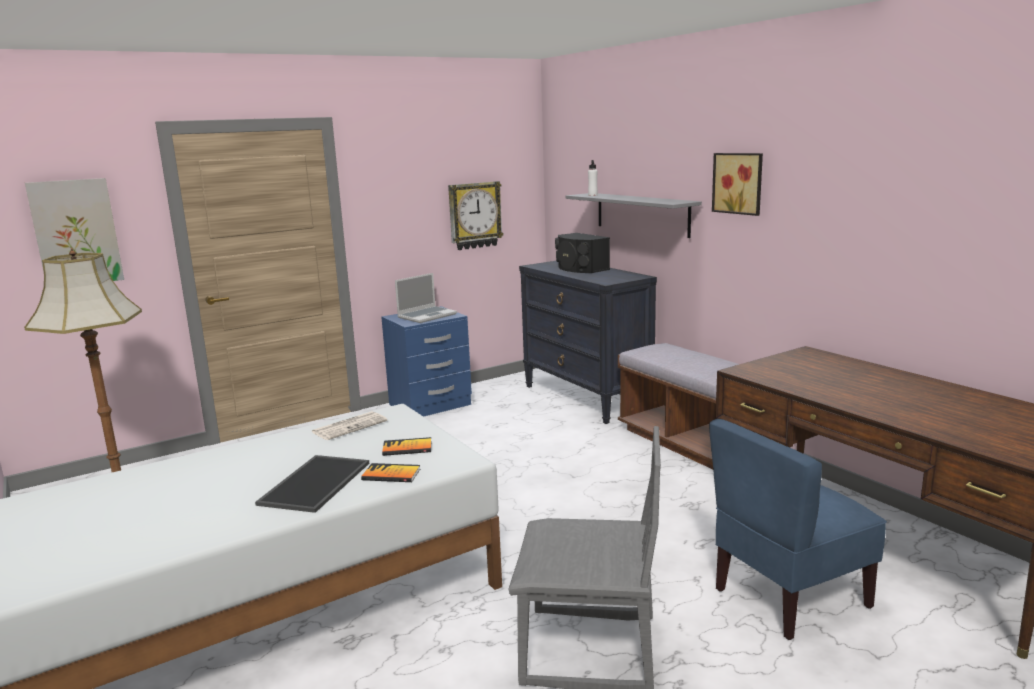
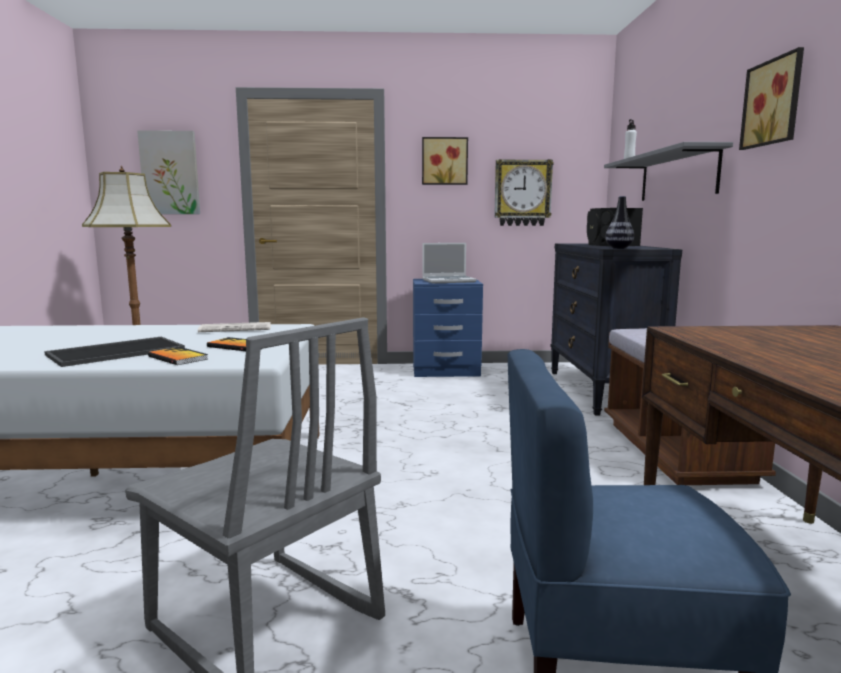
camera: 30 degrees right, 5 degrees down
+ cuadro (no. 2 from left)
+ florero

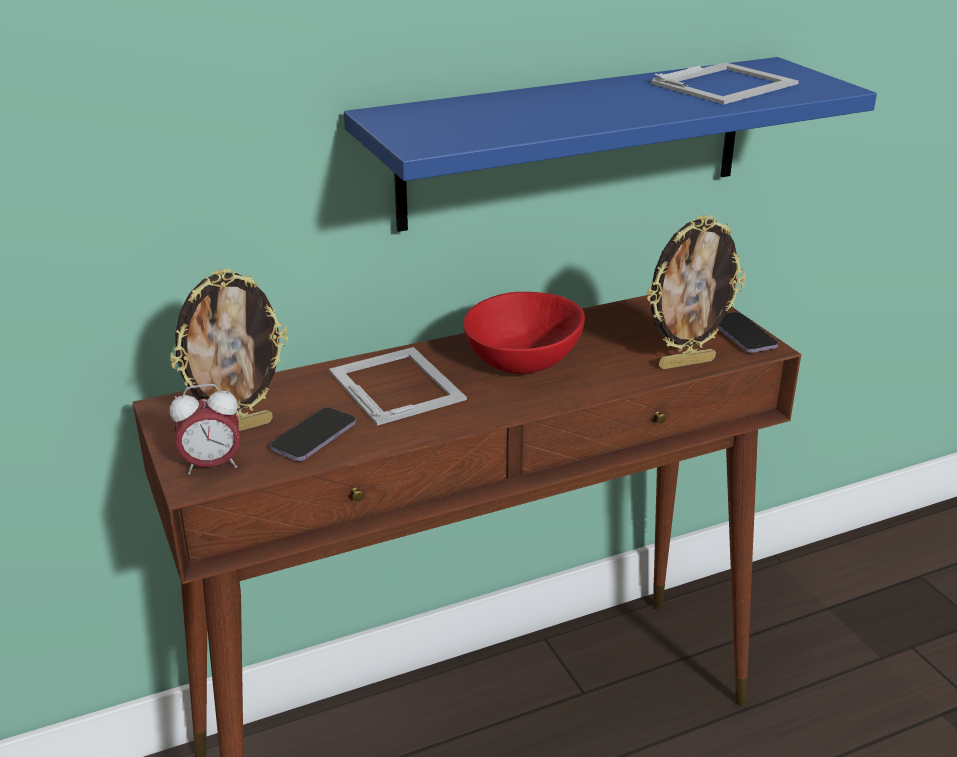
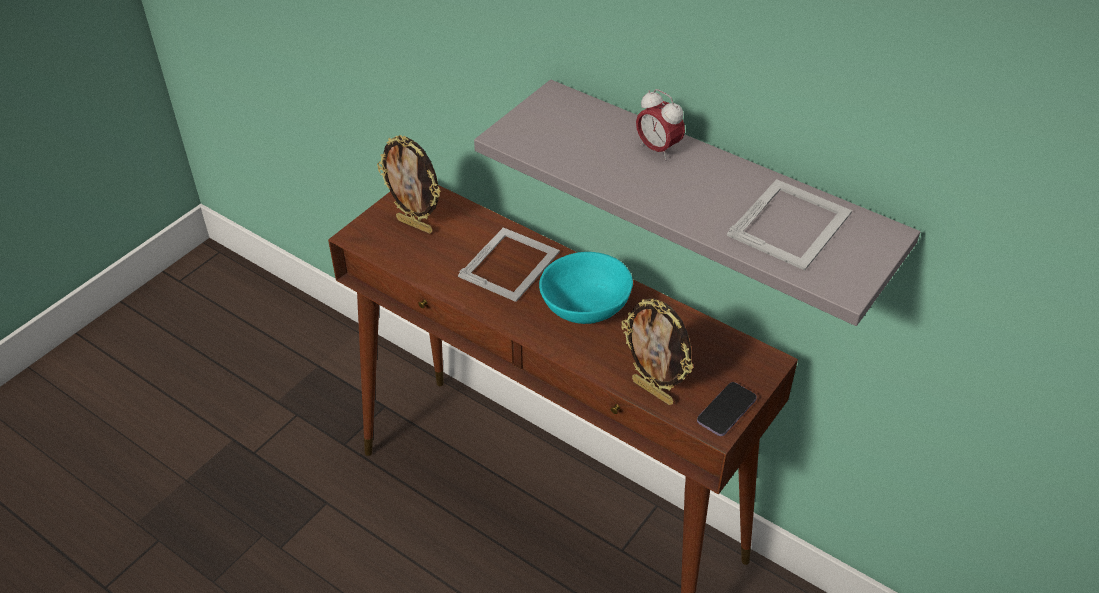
camera: 60 degrees right, 15 degrees up
- móvil (no. 1 from left)
~ despertador
~ estante [azul] to estante [gris]
~ cuenco [rojo] to cuenco [turquesa]
~ portarretratos (no. 4 from left) 75 degrees counterclockwise

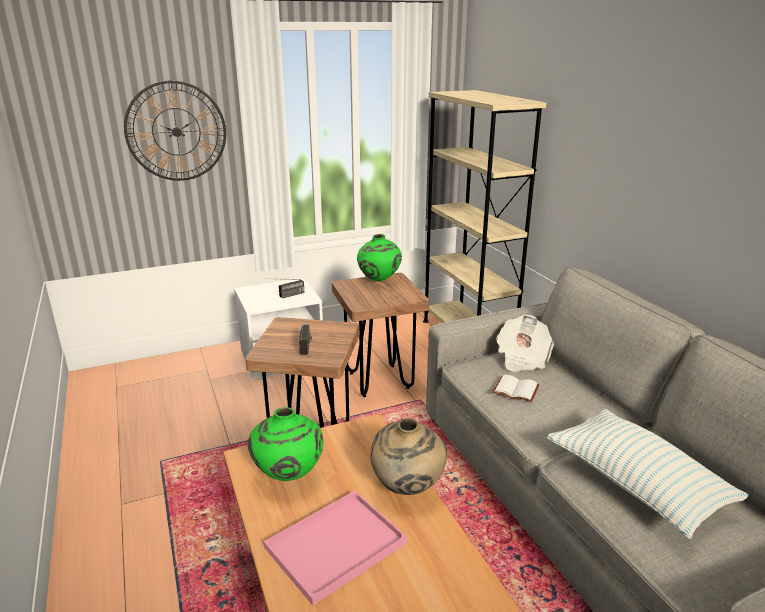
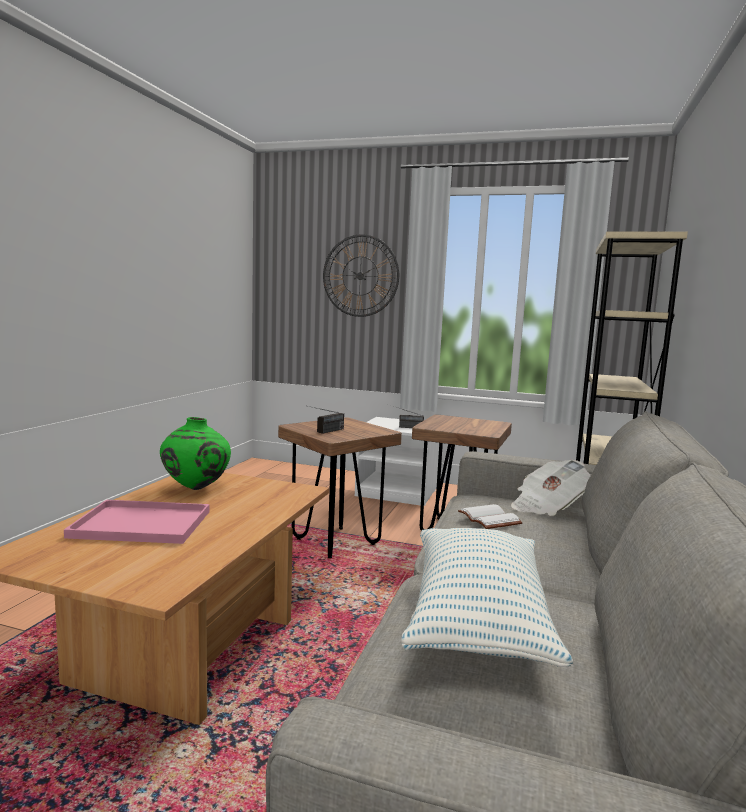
camera: 40 degrees right, 15 degrees down
- florero [verde] (no. 2 from left)
- florero [beis]

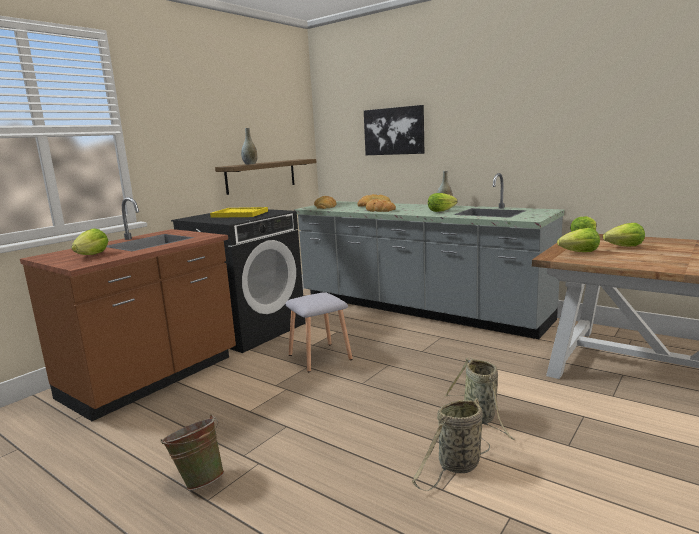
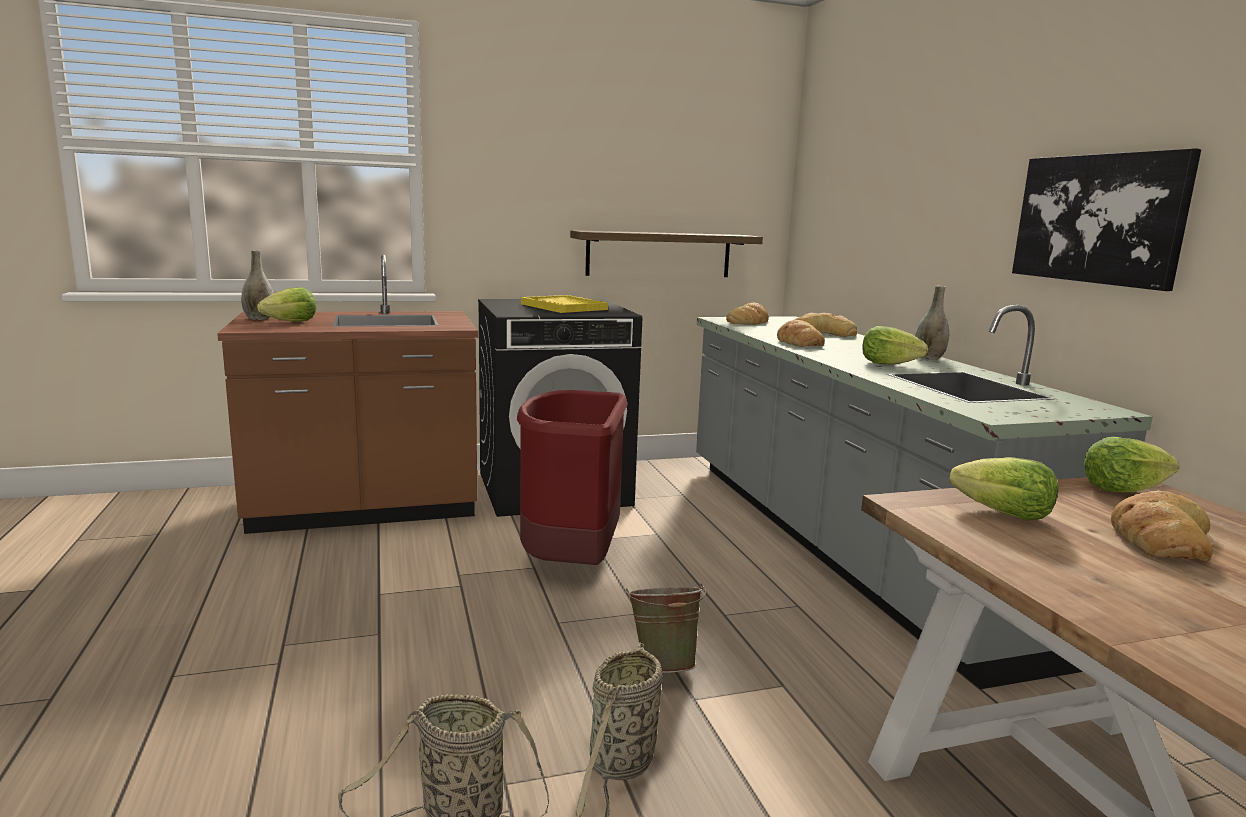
camera: 35 degrees right, 0 degrees up
~ cubo [verde]
~ florero [gris] (no. 1 from left)
~ cuadro
~ taburete [gris] to papelera [rojo]
~ lechuga (no. 5 from left) to pan (no. 4 from left)

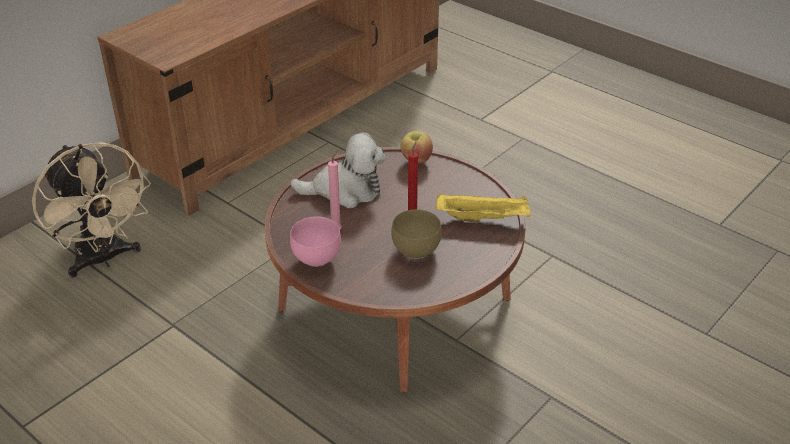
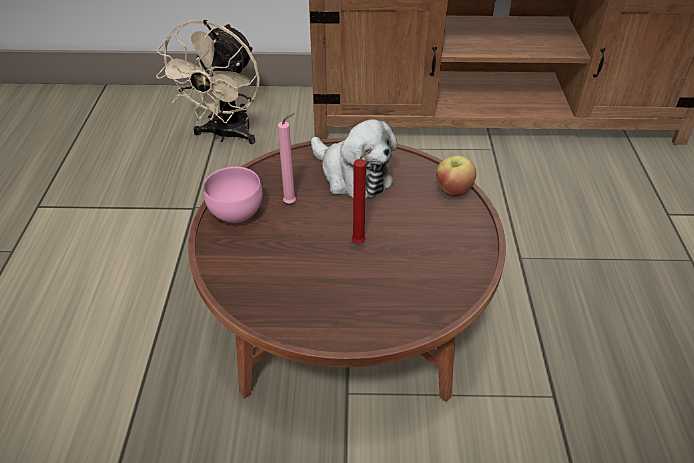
camera: 50 degrees right, 5 degrees up
- cuenco [marrón]
- bandeja [amarillo]

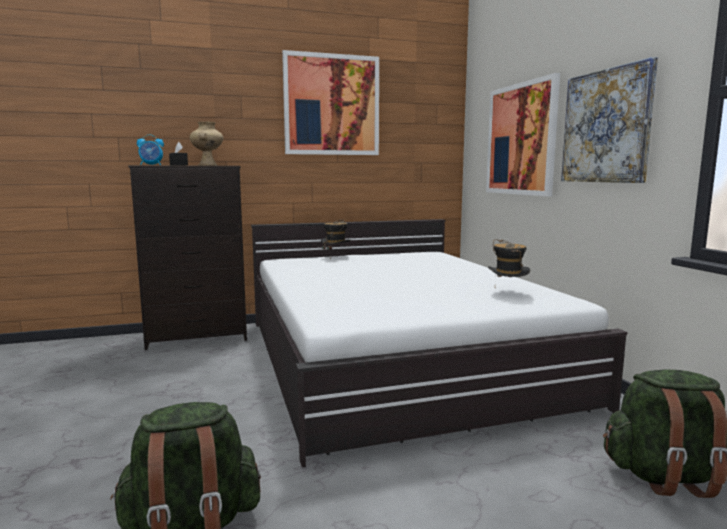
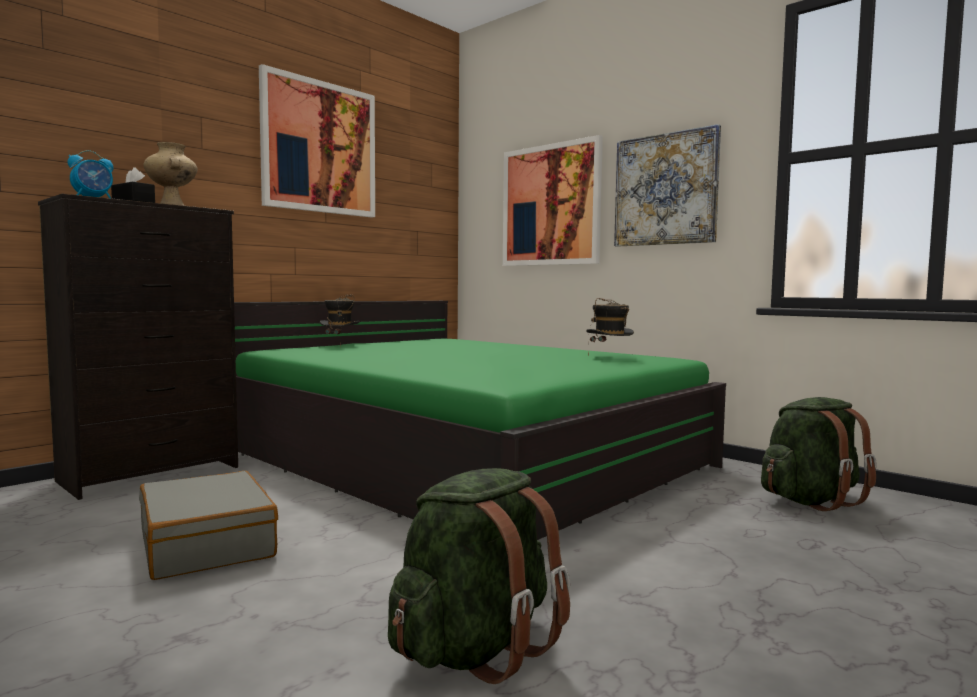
camera: 30 degrees left, 5 degrees down
+ maleta [gris]
~ cama [blanco] to cama [verde]

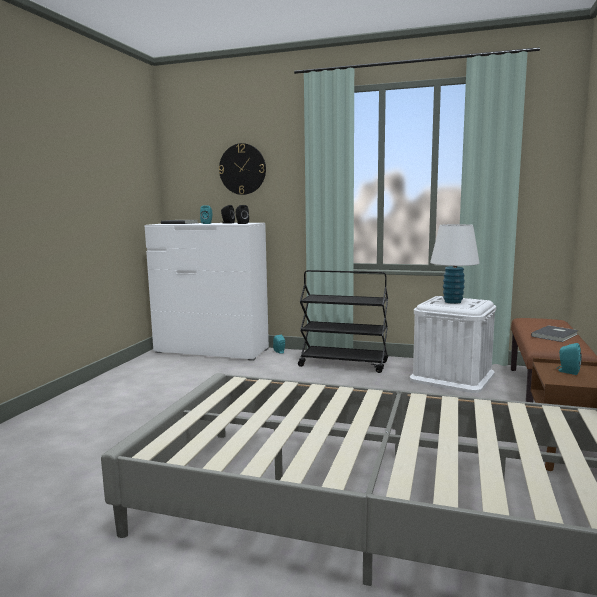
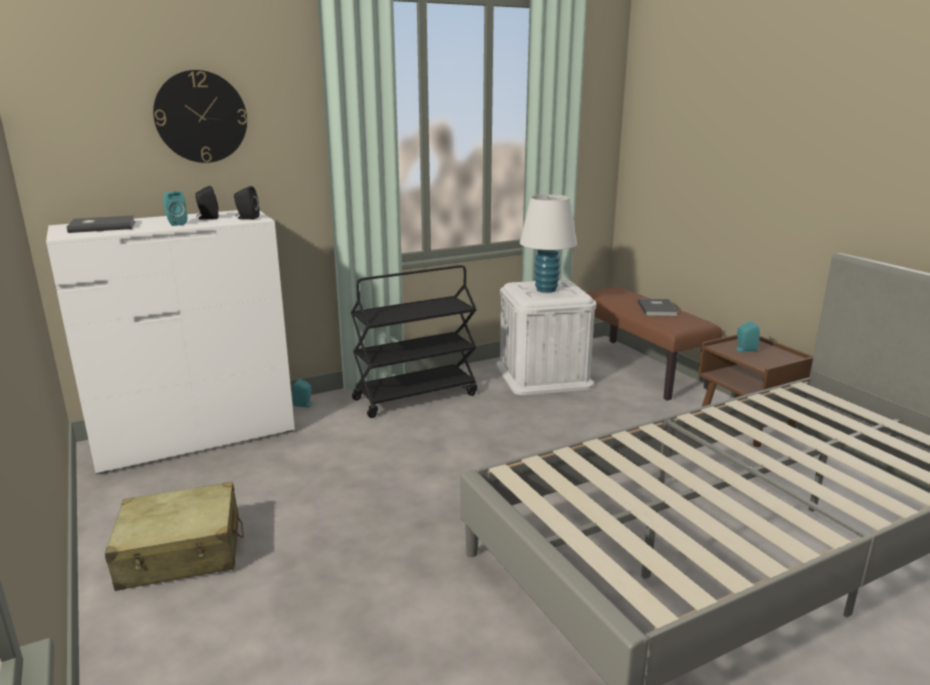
camera: 45 degrees left, 10 degrees up
+ maleta [beis]

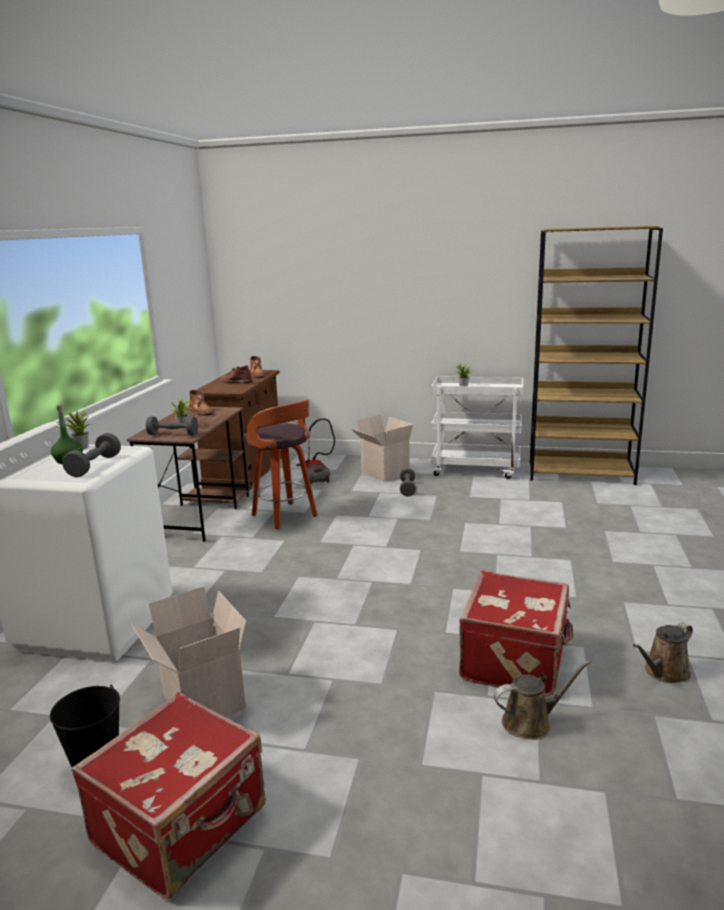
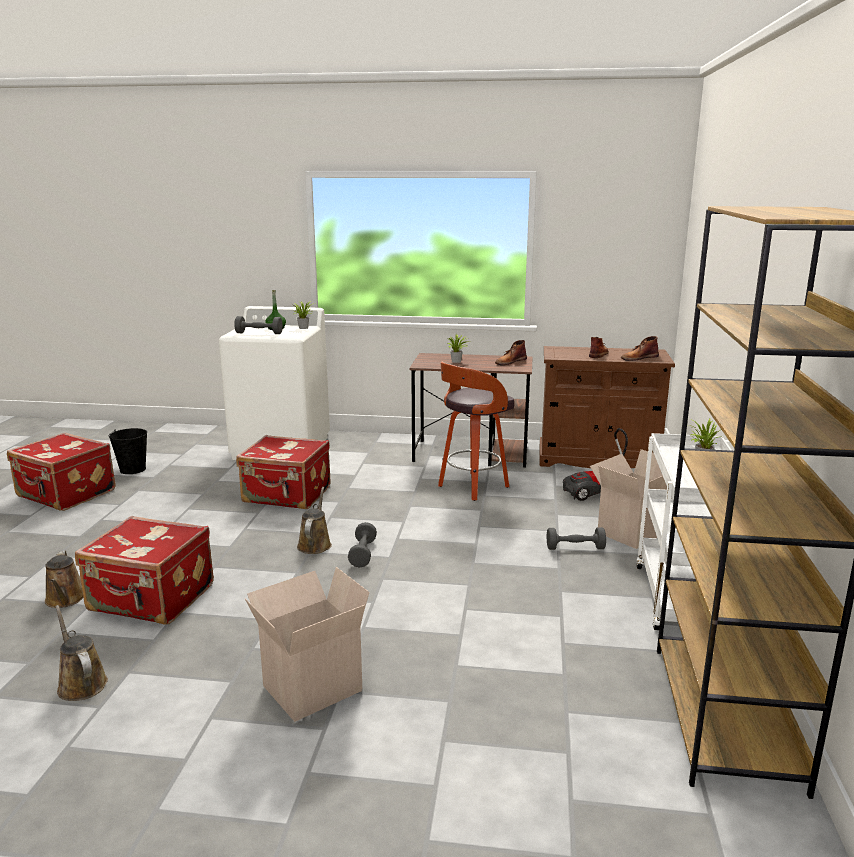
camera: 85 degrees right, 0 degrees up
+ maleta [rojo] (no. 3 from left)
+ regadera [marrón] (no. 3 from left)
~ caja de cartón (no. 1 from left)
~ mancuerna [gris] (no. 2 from left)

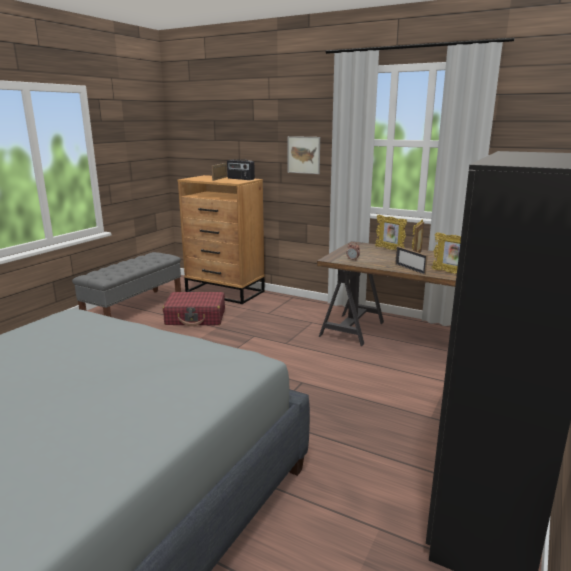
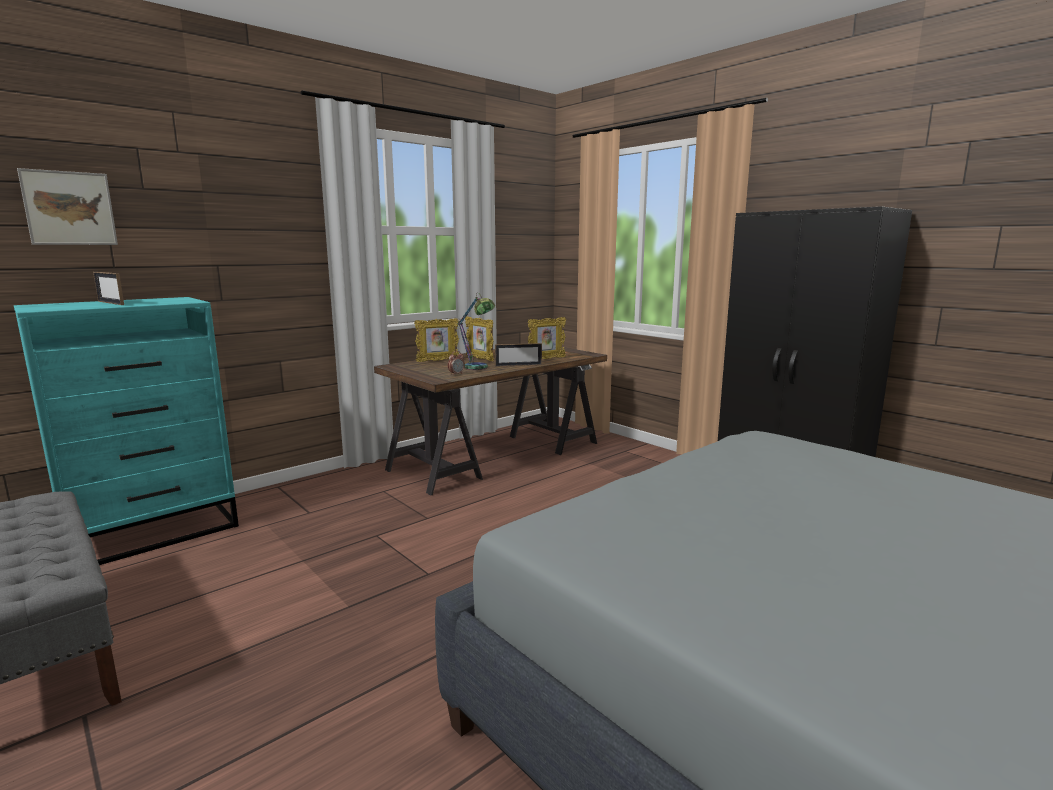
camera: 70 degrees left, 5 degrees down
- maleta [rojo]
- radio
+ lámpara de mesa
~ cuadro
~ cómoda [marrón] to cómoda [turquesa]

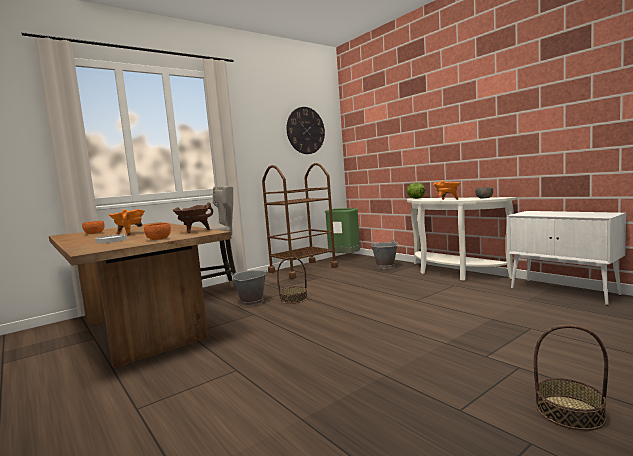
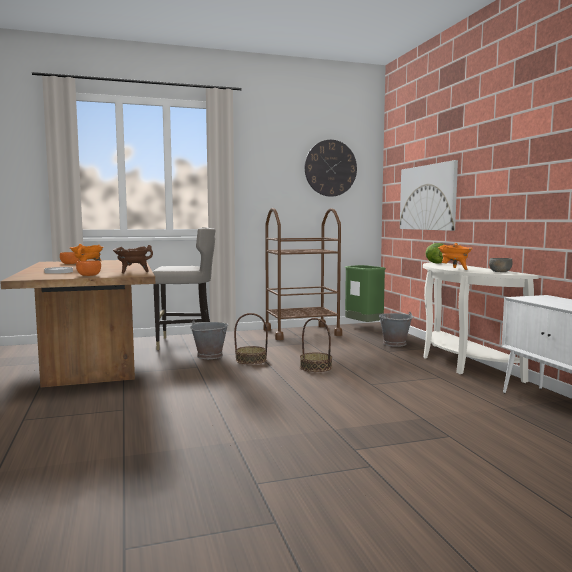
camera: 20 degrees right, 0 degrees up
+ cuadro
~ cesta (no. 2 from left)

